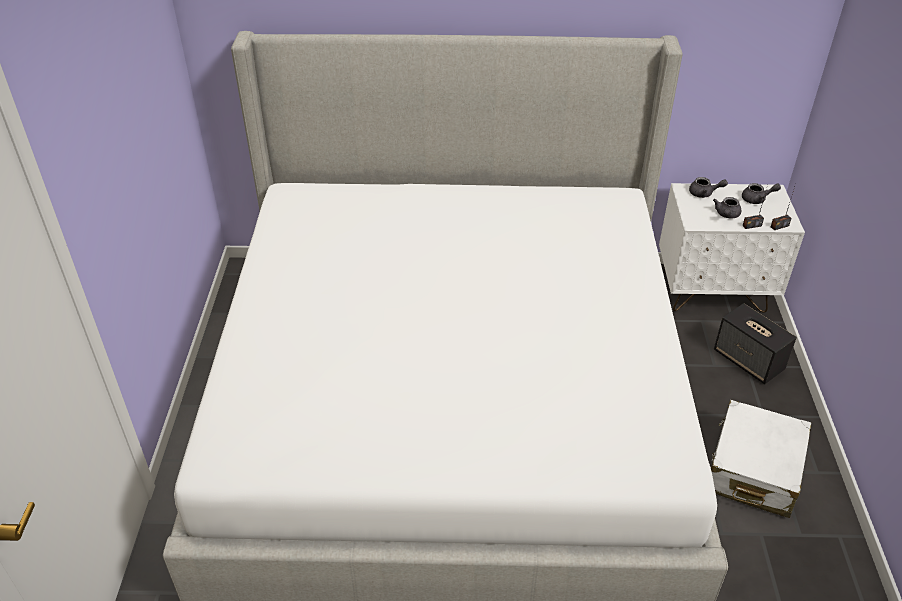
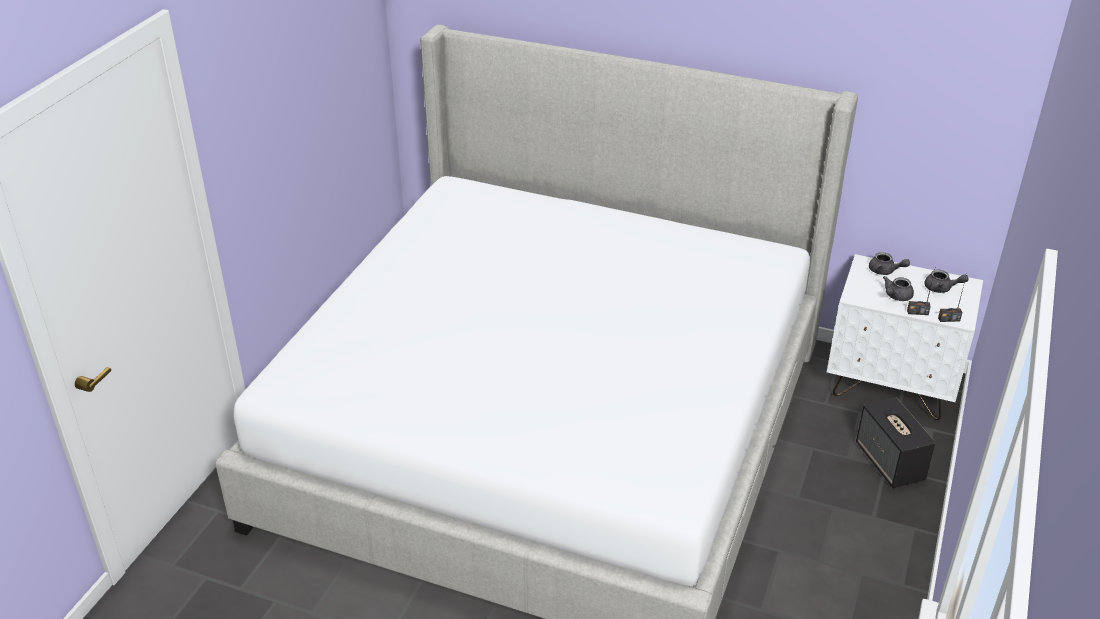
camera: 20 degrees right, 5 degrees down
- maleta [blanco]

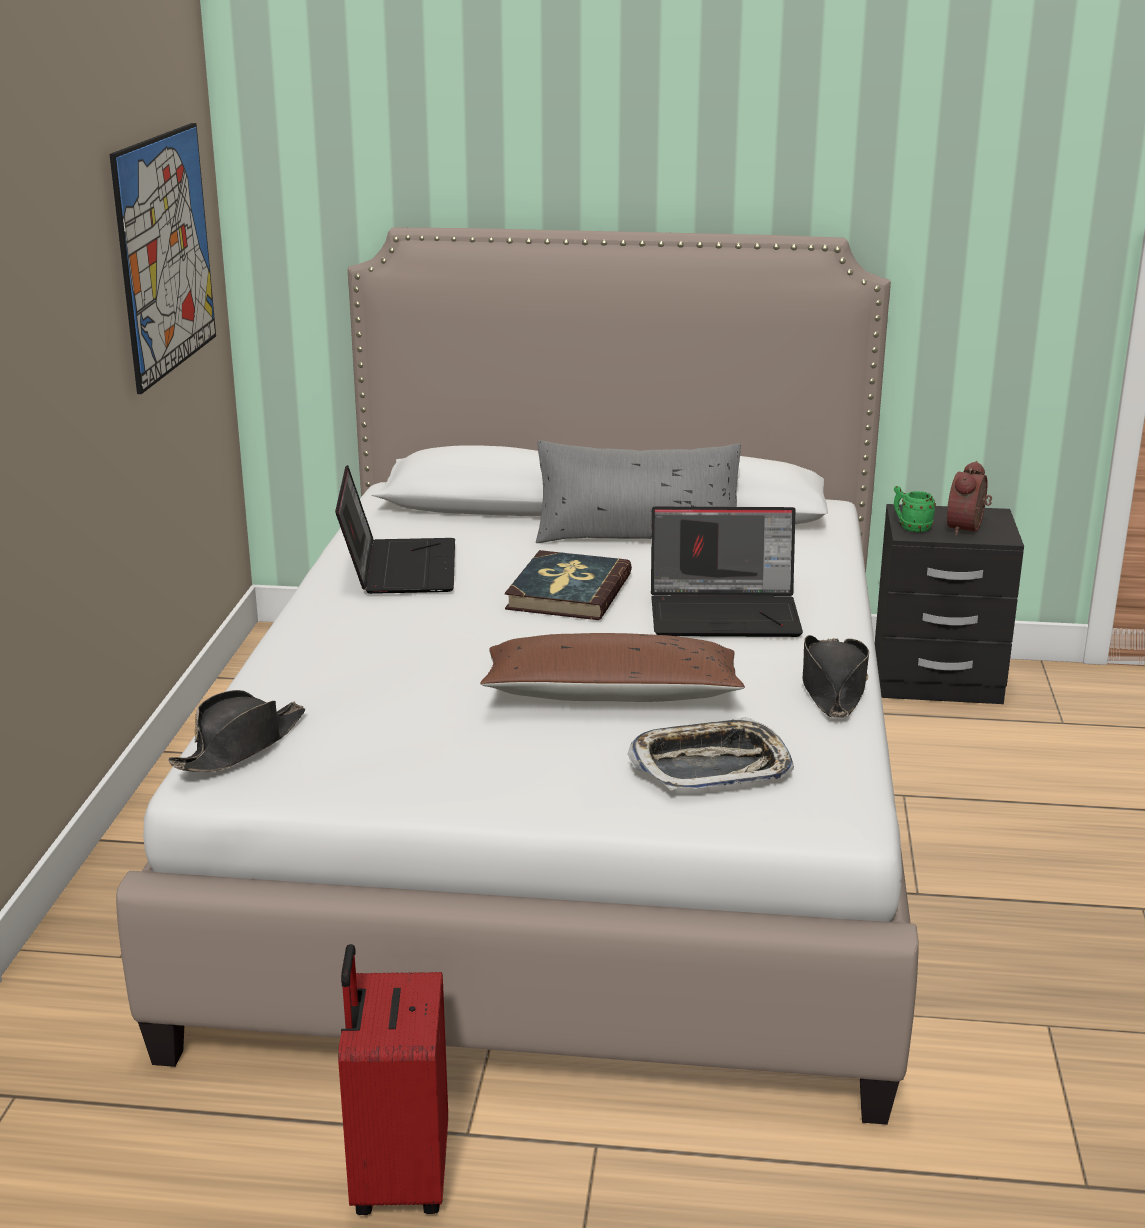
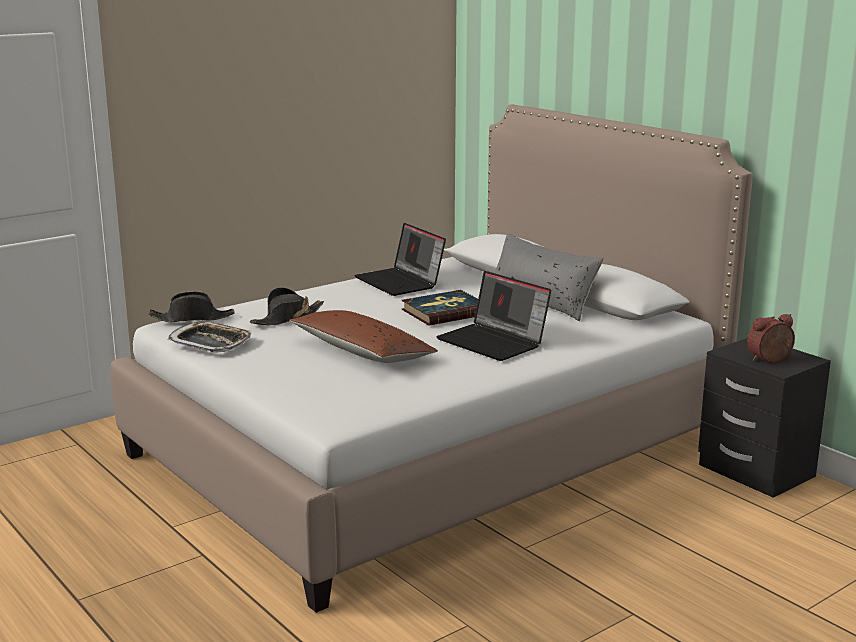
camera: 45 degrees right, 5 degrees down
- cuadro
- maleta [rojo]
- taza grande [verde]
~ bandeja
~ sombrero [negro] (no. 2 from left)
~ portátil (no. 1 from left) 105 degrees clockwise

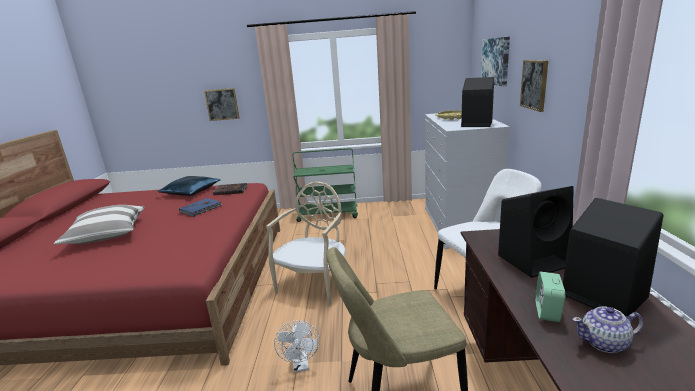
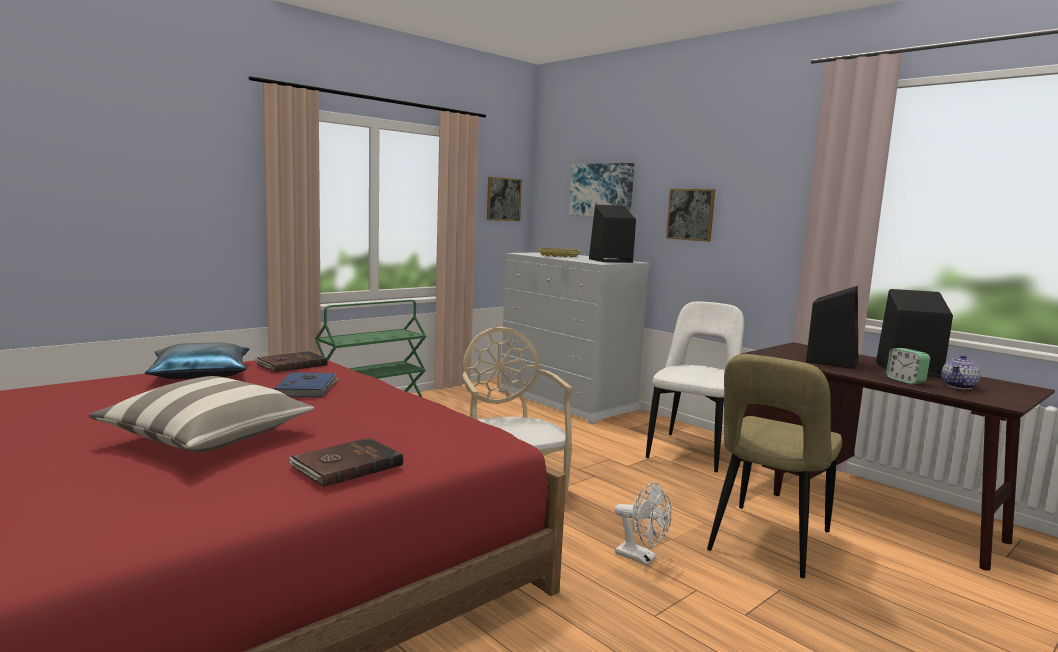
camera: 45 degrees left, 10 degrees down
+ libro [marrón] (no. 2 from left)
~ cuadro (no. 1 from left)

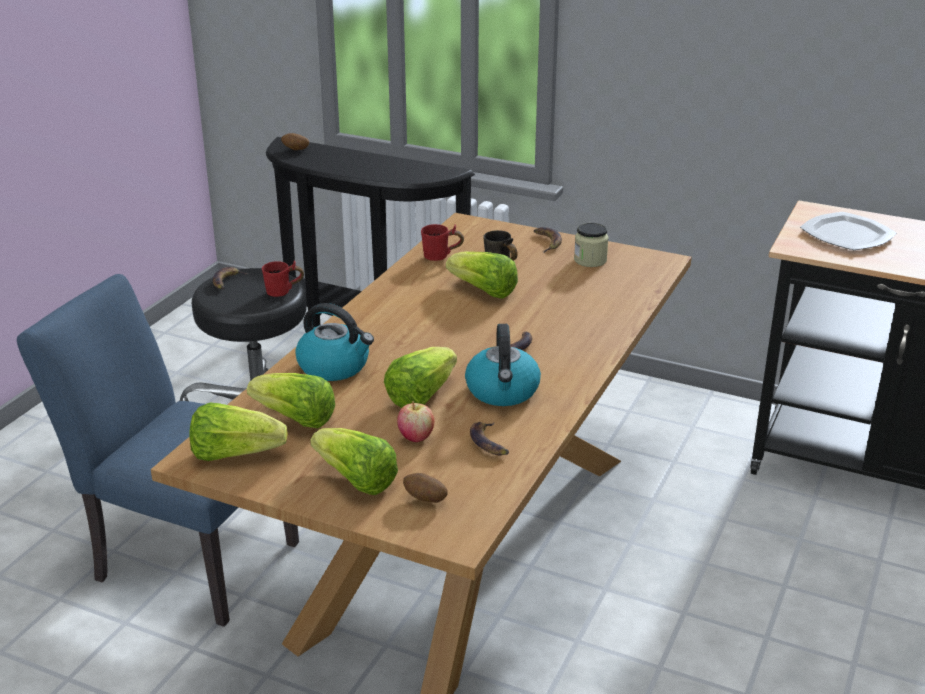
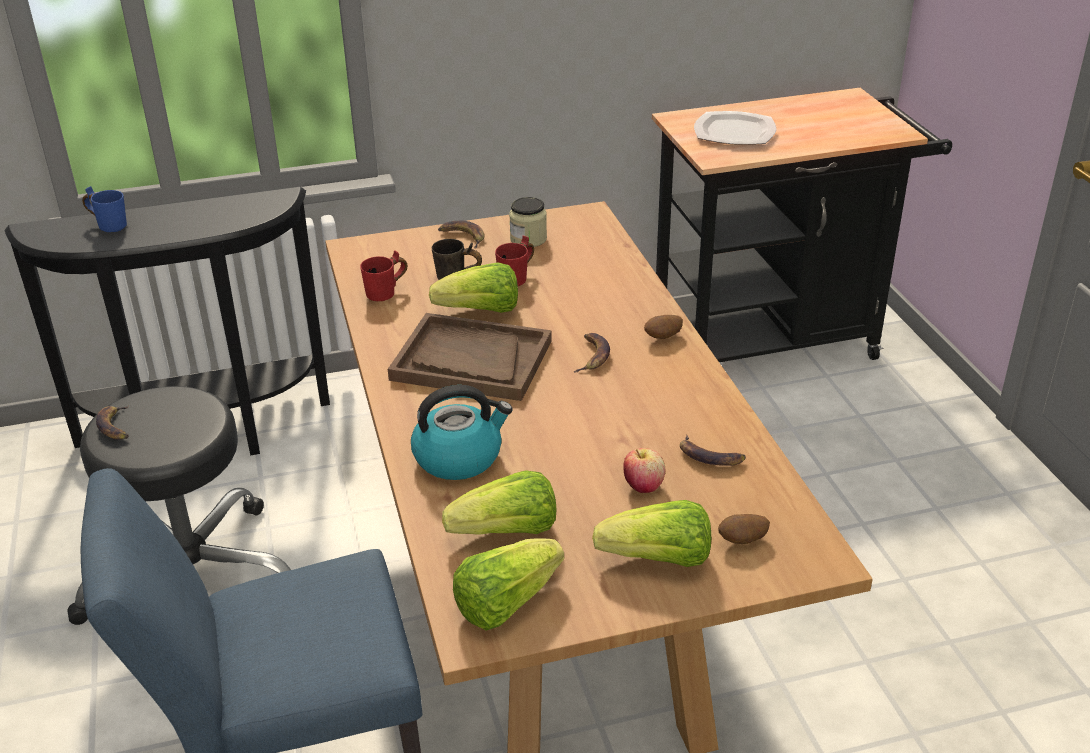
camera: 40 degrees left, 5 degrees up
- lechuga (no. 4 from left)
- hervidor (no. 2 from left)
+ taza grande [azul]
+ bandeja [marrón]
~ taza grande [rojo] (no. 1 from left in the first image) to taza grande [rojo] (no. 2 from left)
~ patata (no. 1 from left)

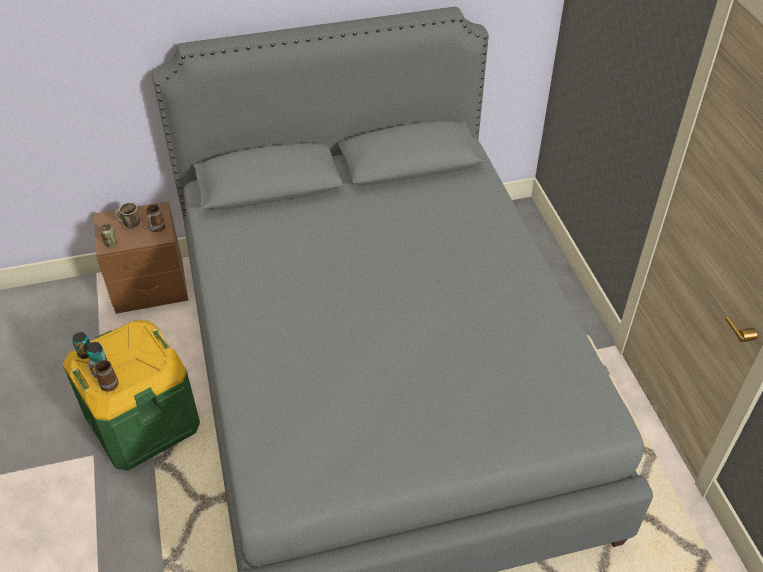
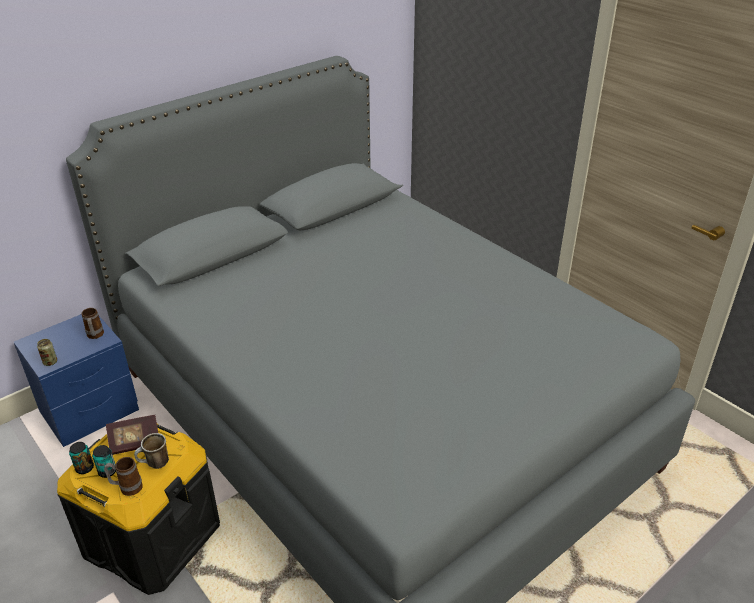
camera: 25 degrees left, 10 degrees down
+ libro
~ taza grande (no. 2 from left in the first image) to taza grande (no. 3 from left)
~ caja de almacenaje [verde] to caja de almacenaje [negro]
~ mesita de noche [marrón] to mesita de noche [azul]

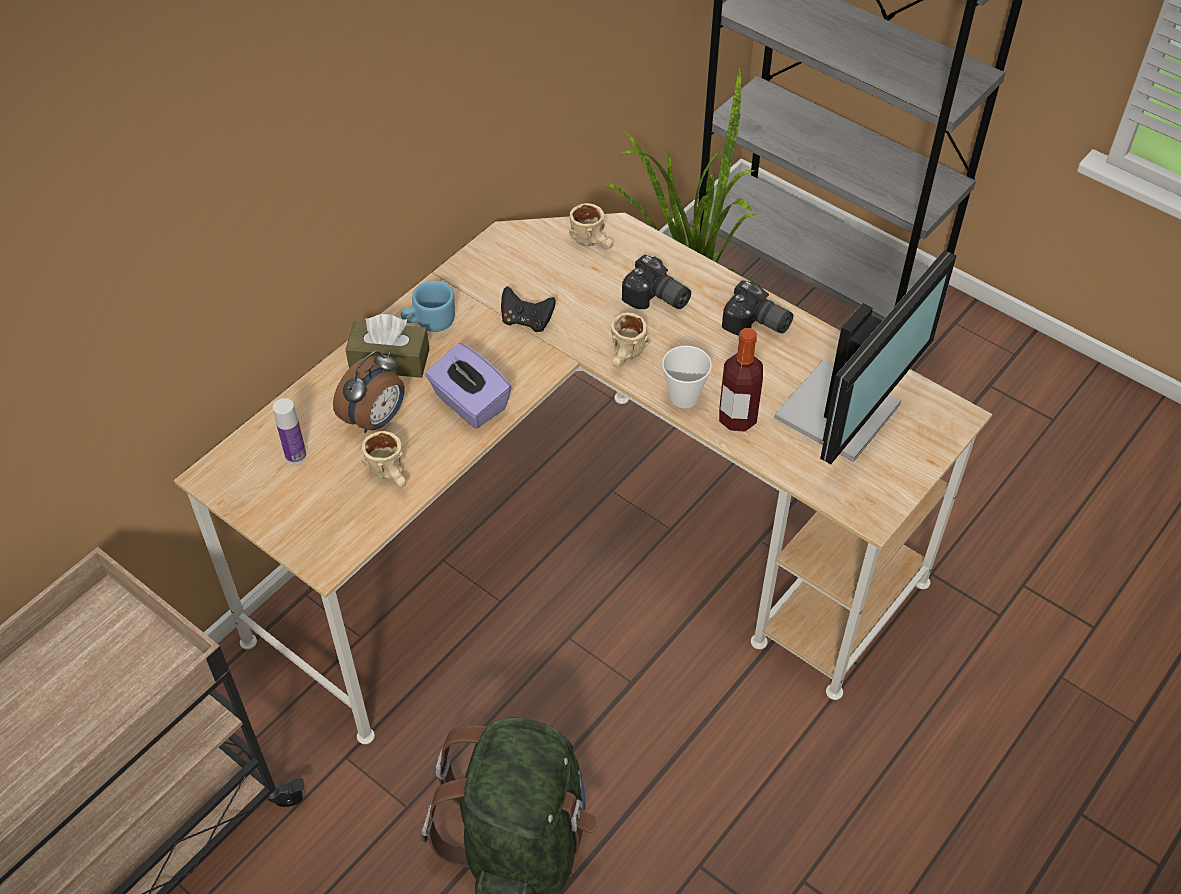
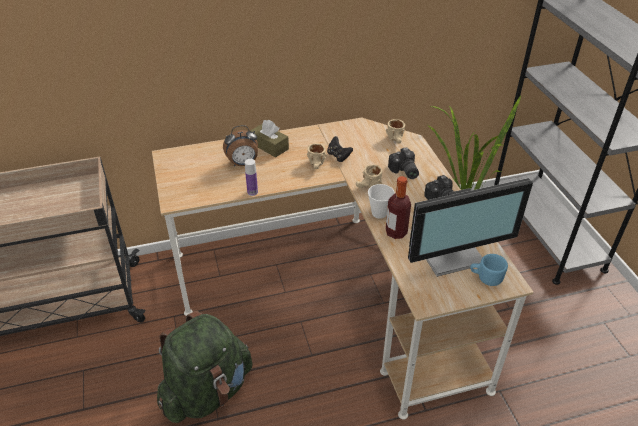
camera: 35 degrees right, 10 degrees down
- caja de pañuelos [morado]
~ botella (no. 1 from left)
~ taza grande [beis] (no. 1 from left)
~ taza grande [azul]

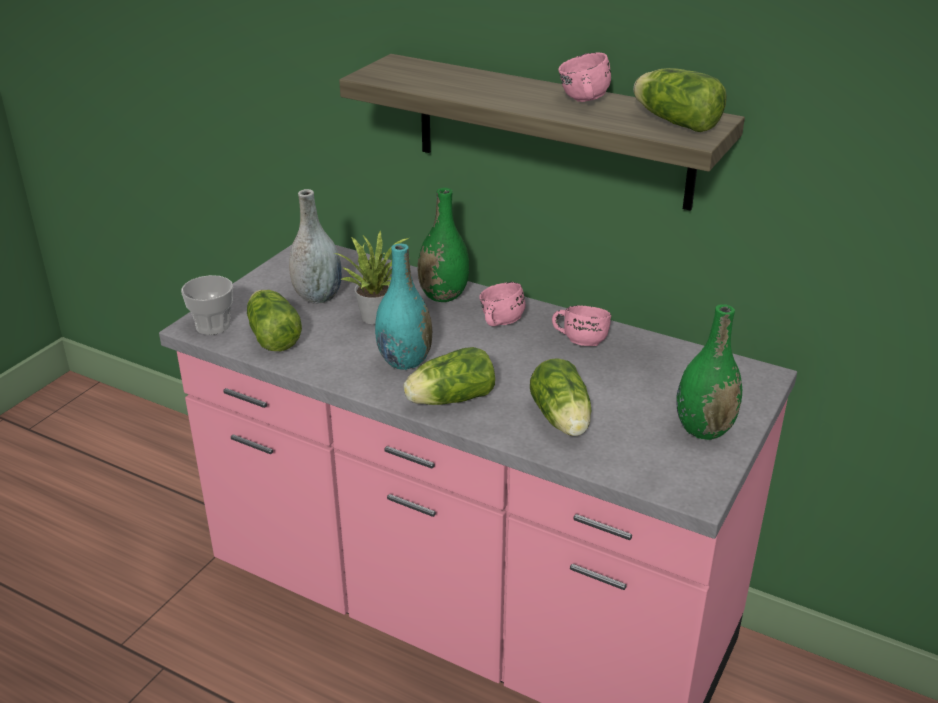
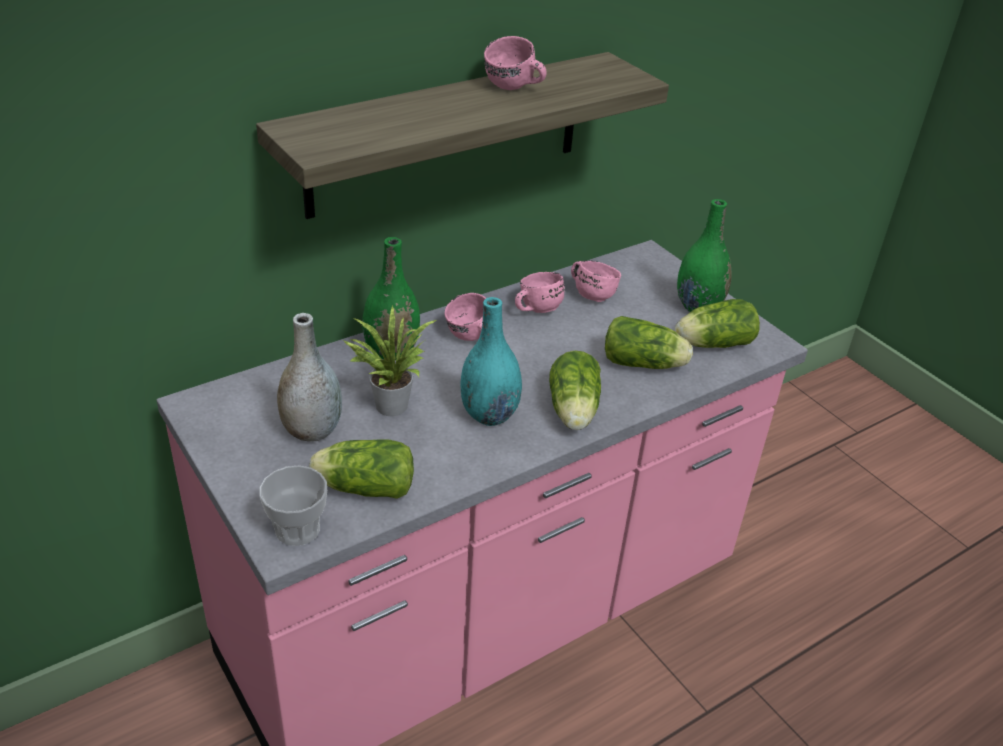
camera: 65 degrees left, 5 degrees up
+ taza grande [rosa] (no. 4 from left)
~ lechuga (no. 4 from left)

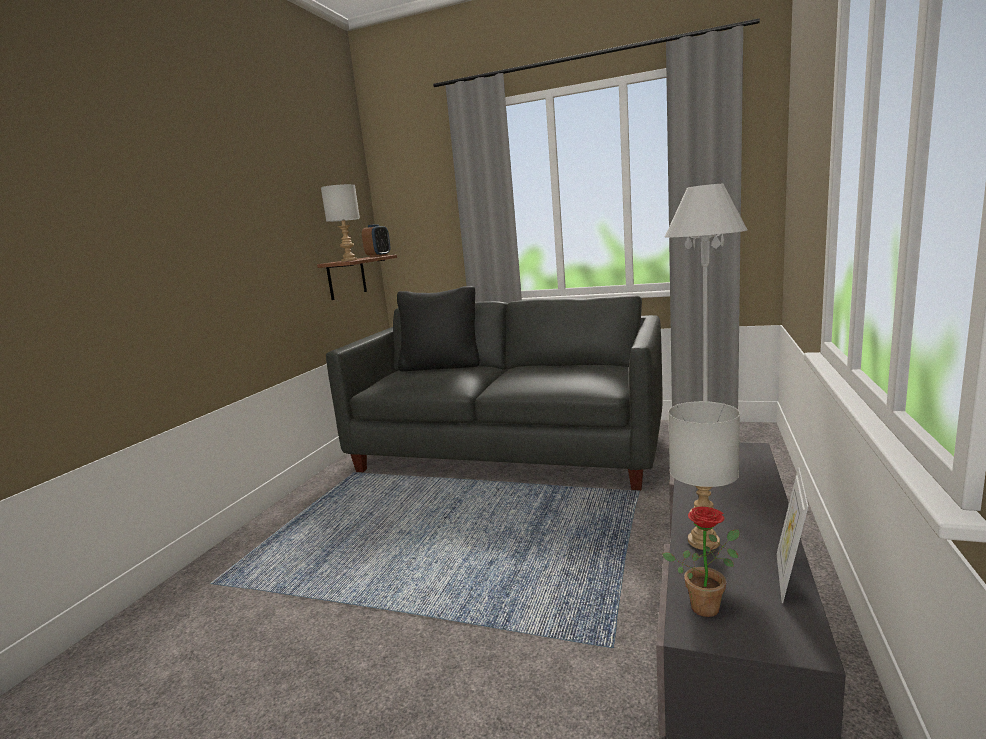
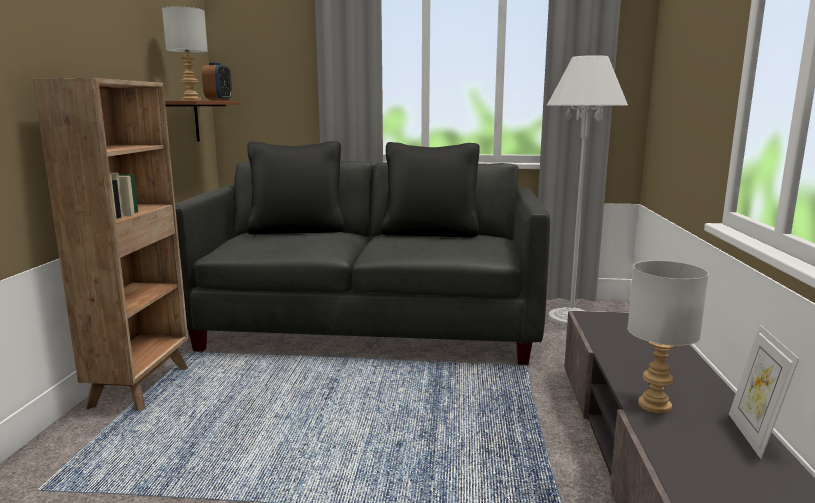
camera: 15 degrees left, 0 degrees up
- planta en maceta
+ estantería [marrón]
+ cojín [negro] (no. 2 from left)

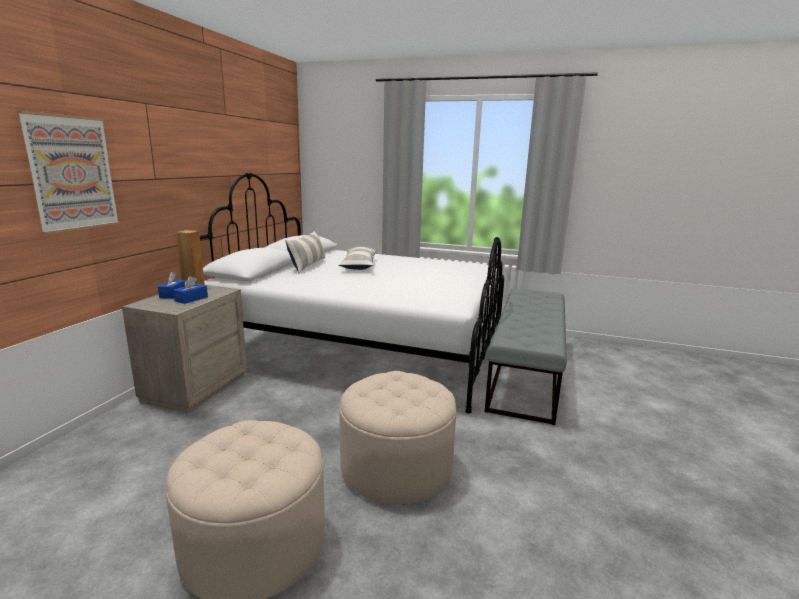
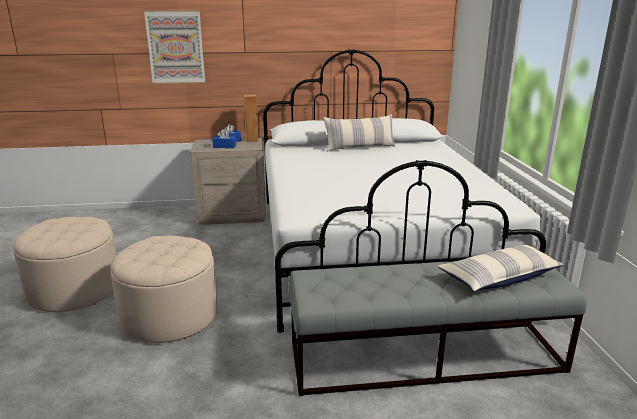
camera: 65 degrees right, 5 degrees up
~ cojín (no. 2 from left)

